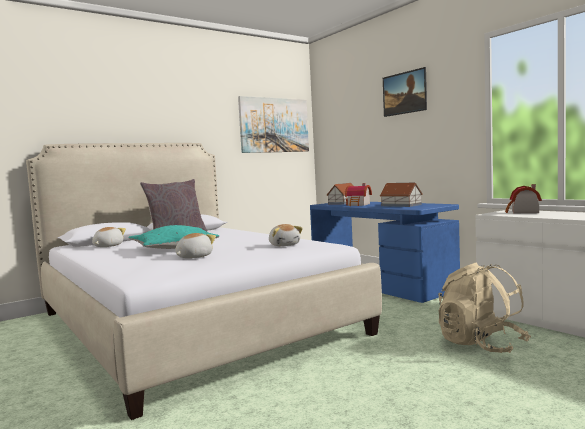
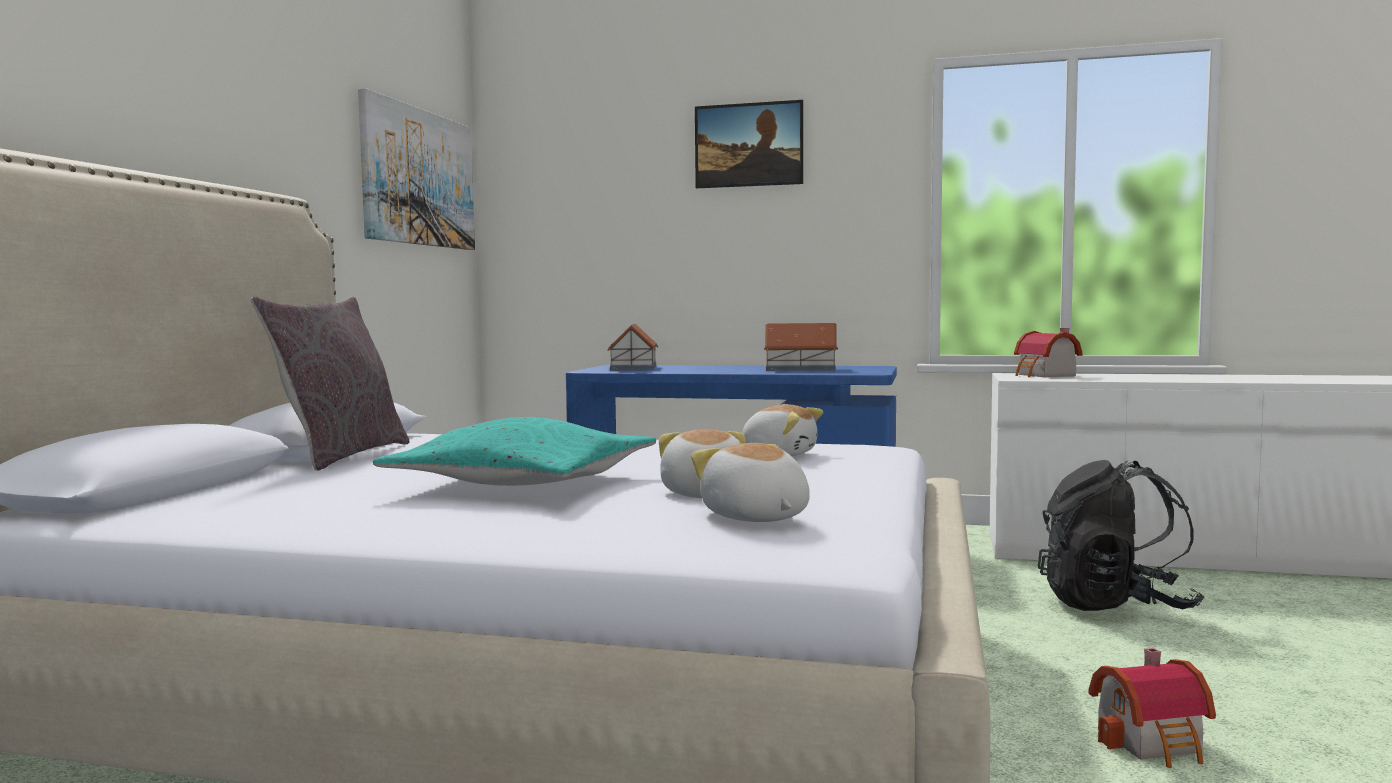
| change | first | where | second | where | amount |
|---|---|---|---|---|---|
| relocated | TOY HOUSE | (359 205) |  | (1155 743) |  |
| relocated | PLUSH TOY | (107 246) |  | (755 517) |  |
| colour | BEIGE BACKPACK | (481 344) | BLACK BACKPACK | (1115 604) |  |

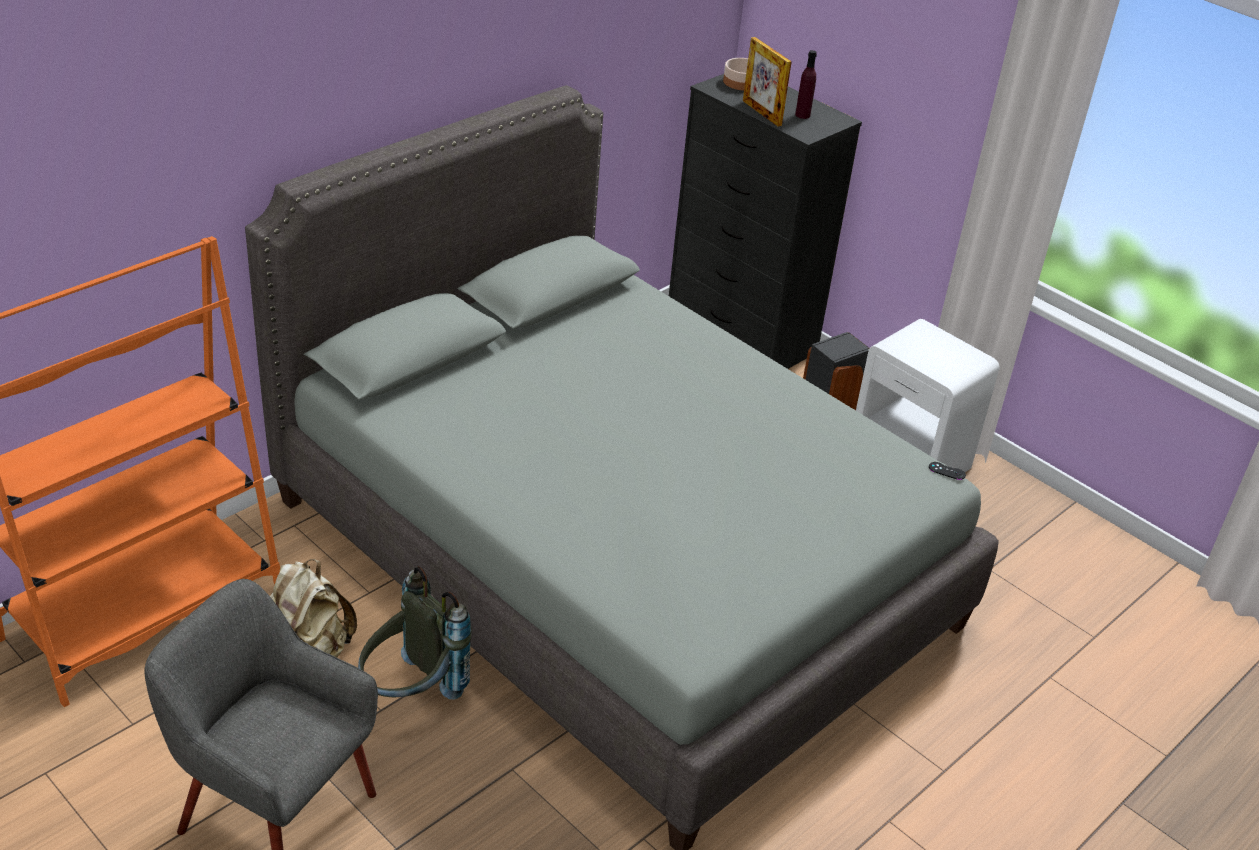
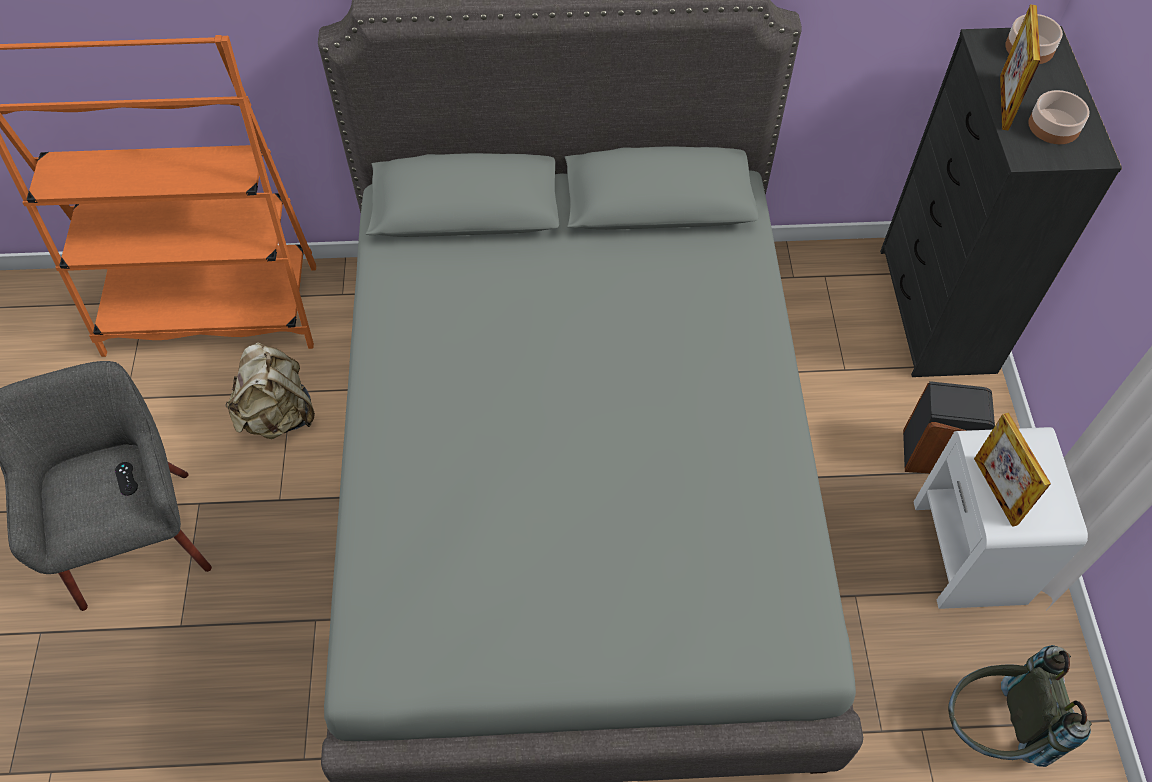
| change | first | where | second | where | amount |
|---|---|---|---|---|---|
| exchanged | PURPLE BOTTLE | (802 115) | BOWL | (1053 126) |  |
| relocated | BLACK GAME CONTROLLER | (947 471) |  | (126 478) |  |
| relocated | GREY BACKPACK | (411 693) |  | (989 728) |  |
| appeared |  |  | PICTURE FRAME | (995 491) |  |

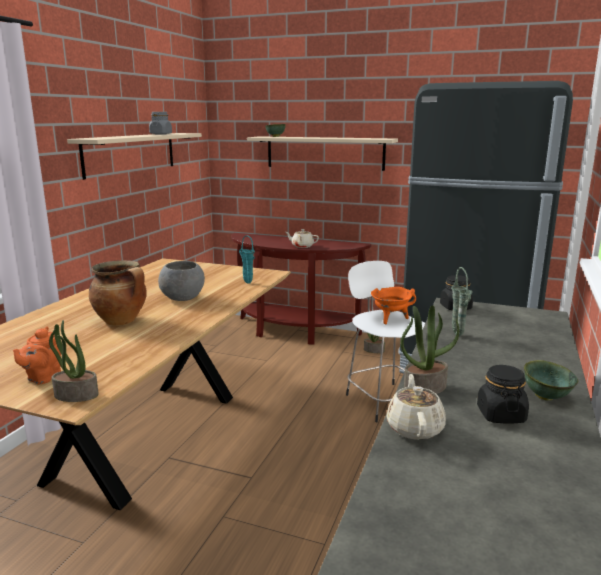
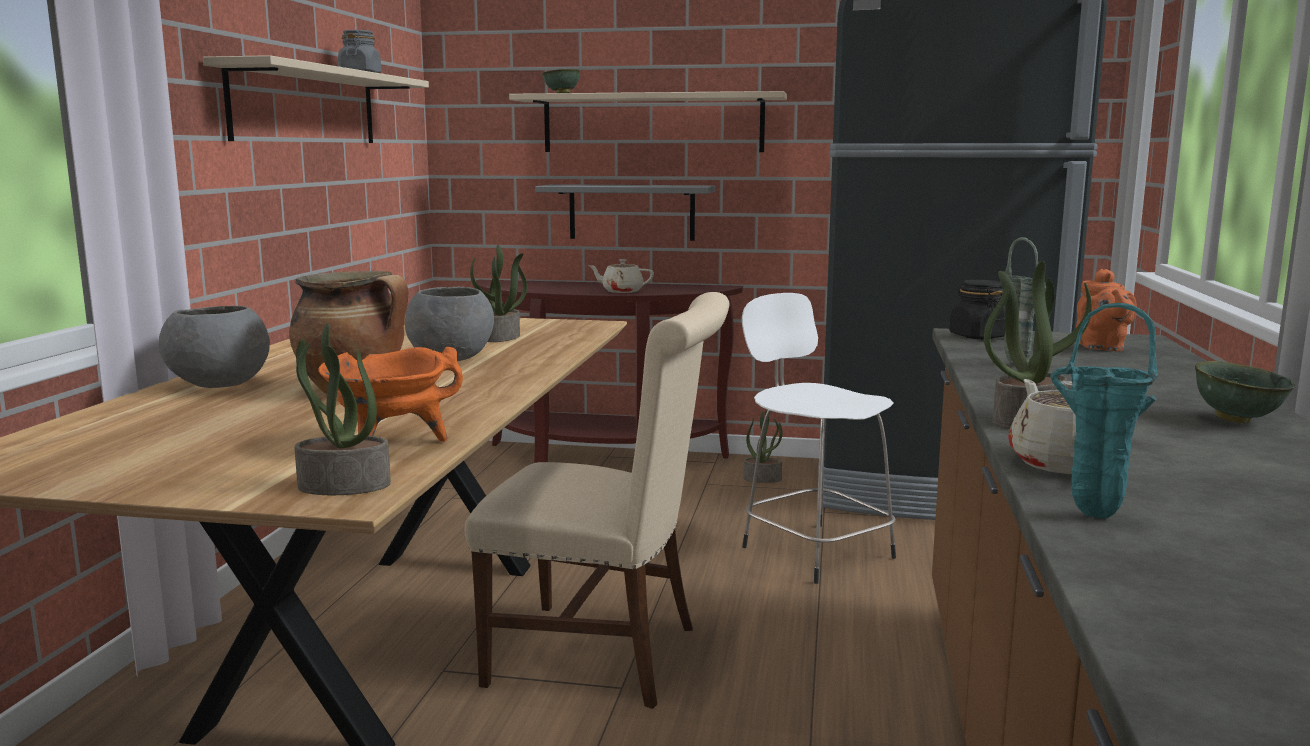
| change | first | where | second | where | amount |
|---|---|---|---|---|---|
| relocated | TURQUOISE VASE | (247 282) |  | (1089 515) |  |
| relocated | ORANGE COOKING POT | (391 319) |  | (391 445) |  |
| relocated | ORANGE TEAPOT | (42 378) |  | (1100 348) |  |
| missing | BLACK JAR | (500 415) |  |  |  |
| appeared |  |  | GREY SHELF | (631 212) |  |
| appeared |  |  | POTTED PLANT | (502 338) |  |
| appeared |  |  | BEIGE CHAIR | (607 655) |  |
| appeared |  |  | GREY BOWL | (219 386) |  |

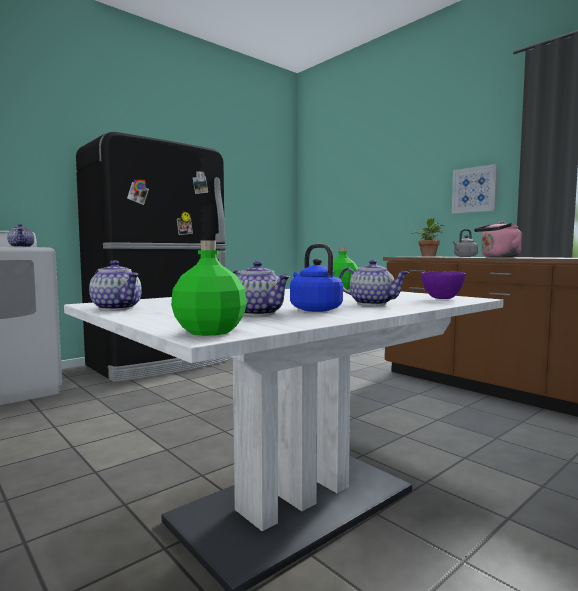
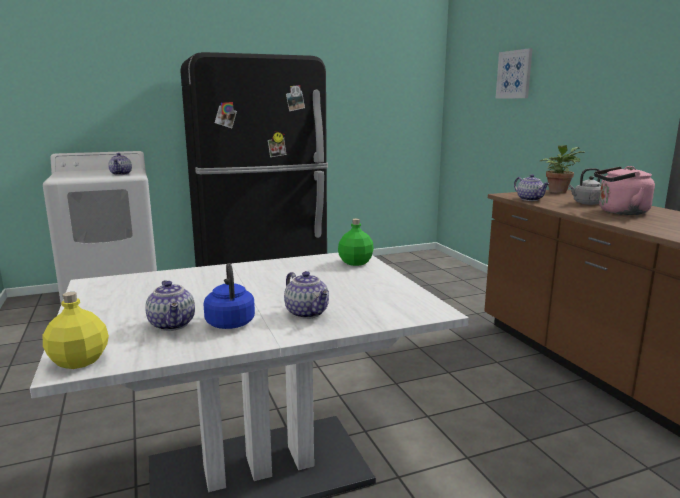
| change | first | where | second | where | amount |
|---|---|---|---|---|---|
| relocated | PICTURE | (474 190) |  | (514 74) |  |
| colour | GREEN BOTTLE | (208 332) | YELLOW BOTTLE | (78 361) |  |
| relocated | TEAPOT | (118 308) |  | (530 199) |  |
| missing | PURPLE BOWL | (443 298) |  |  |  |

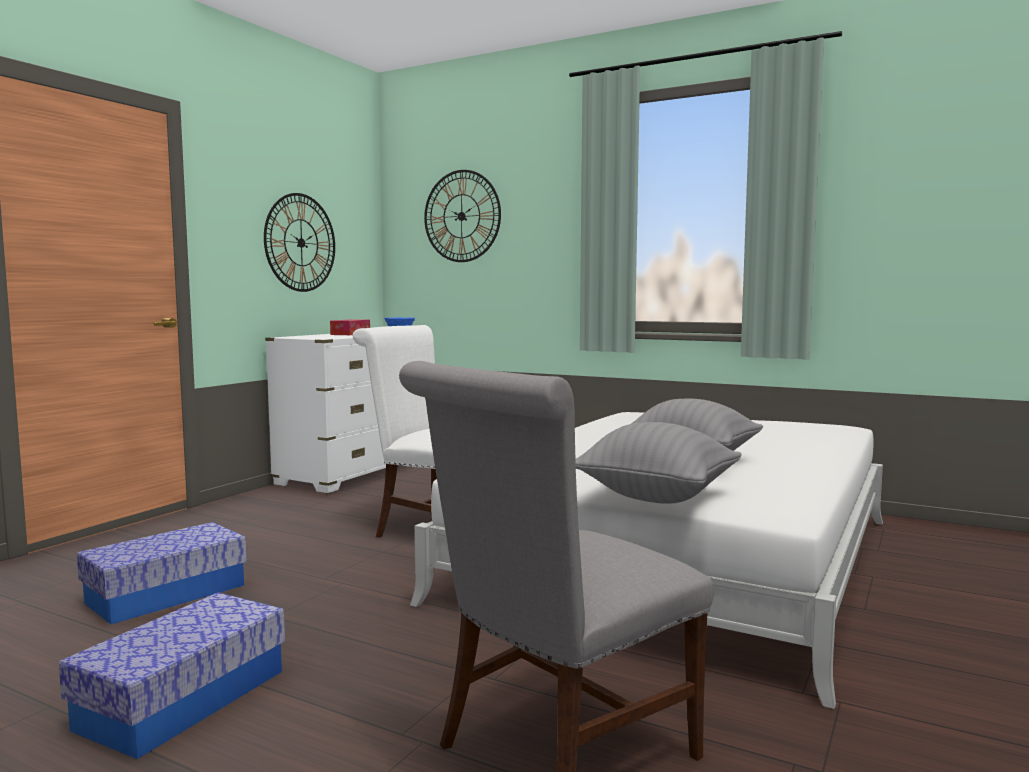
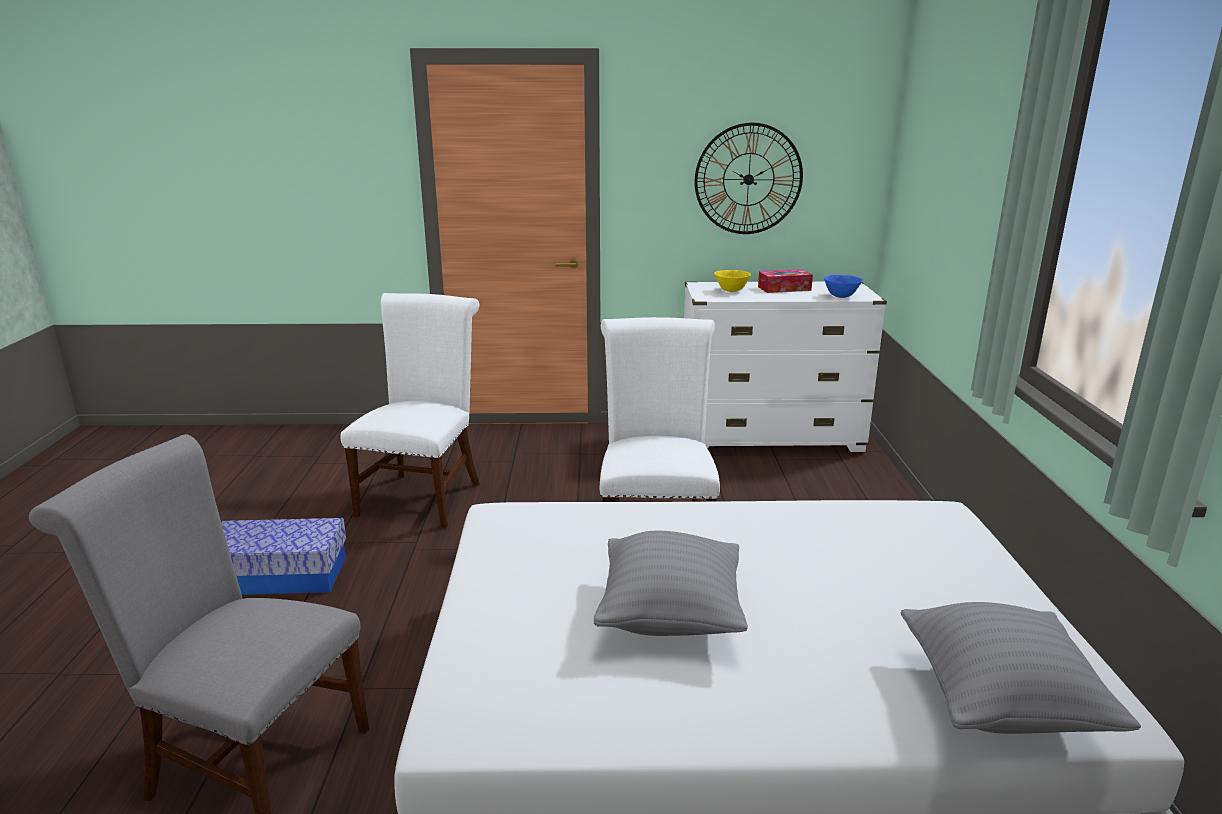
| change | first | where | second | where | amount |
|---|---|---|---|---|---|
| missing | WALL CLOCK | (461 216) |  |  |  |
| relocated | GREY PILLOW | (656 496) |  | (1000 703) |  |
| exchanged | STORAGE BOX | (166 594) | WHITE CHAIR | (423 496) |  |
| appeared |  |  | YELLOW BOWL | (731 291) |  |

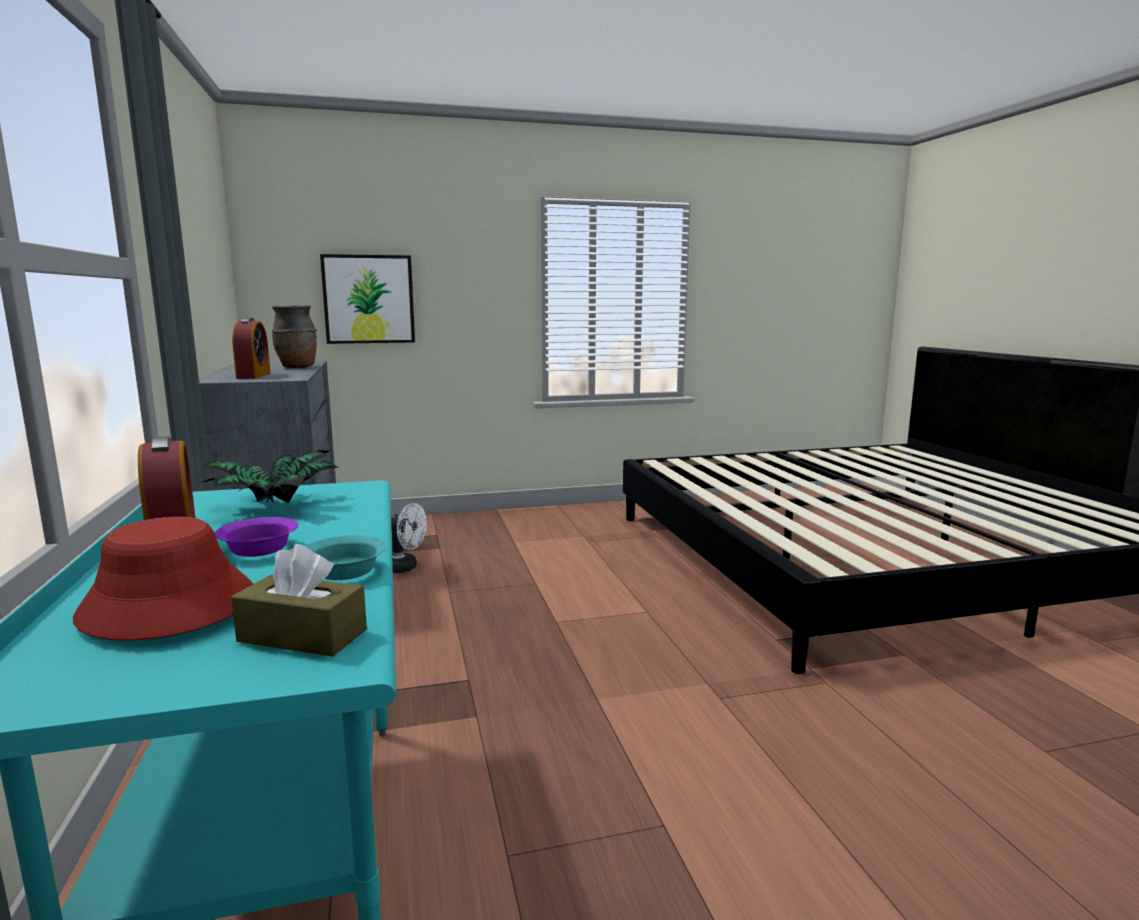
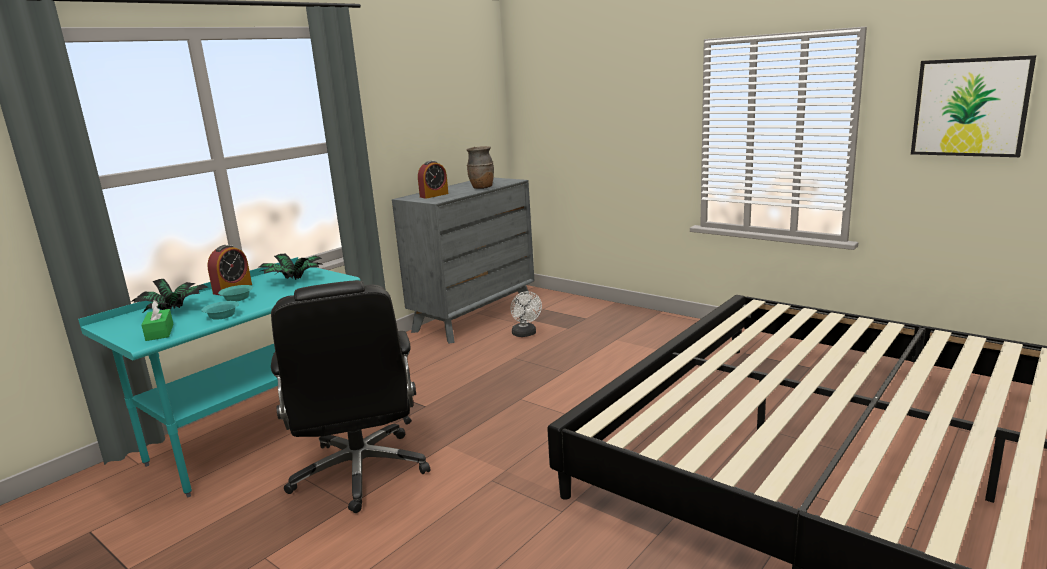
| change | first | where | second | where | amount |
|---|---|---|---|---|---|
| relocated | PICTURE | (369 299) |  | (970 107) |  |
| exchanged | RED HAT | (167 606) | POTTED PLANT | (175 311) |  |
| colour | PURPLE BOWL | (257 550) | TURQUOISE BOWL | (236 299) |  |
| colour | BROWN TISSUE BOX | (302 635) | GREEN TISSUE BOX | (160 332) |  |
| appeared |  |  | BLACK OFFICE CHAIR | (360 473) |  |

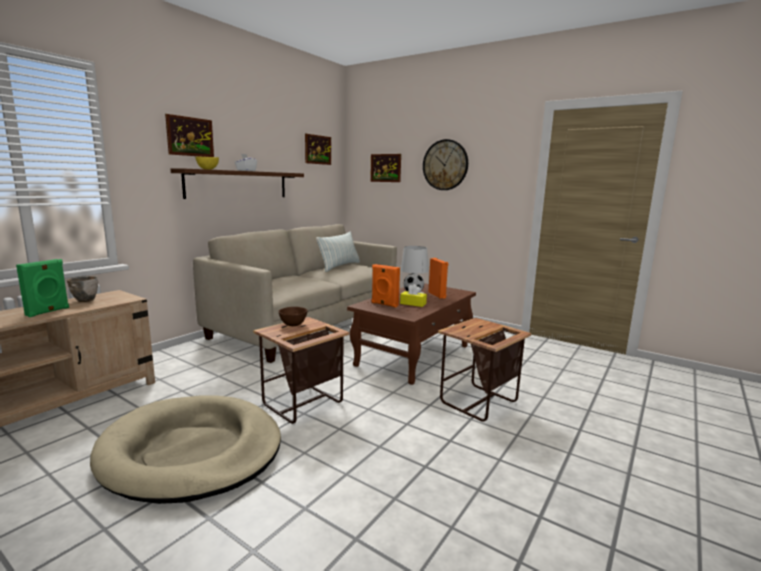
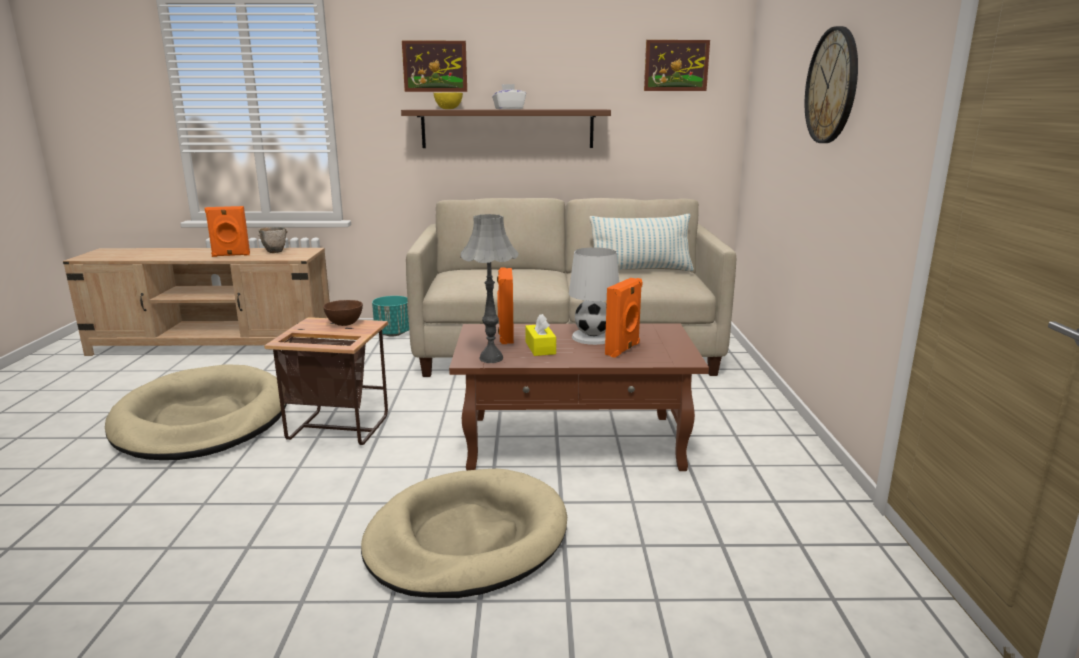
| change | first | where | second | where | amount |
|---|---|---|---|---|---|
| missing | PICTURE | (385 168) |  |  |  |
| colour | GREEN SPEAKER | (48 312) | ORANGE SPEAKER | (231 255) |  |
| exchanged | SIDE TABLE | (477 403) | BEIGE DOG BED | (466 538) |  |
| appeared |  |  | GREY TABLE LAMP | (491 358) |  |
| appeared |  |  | TURQUOISE PLANTER | (393 333) |  |

